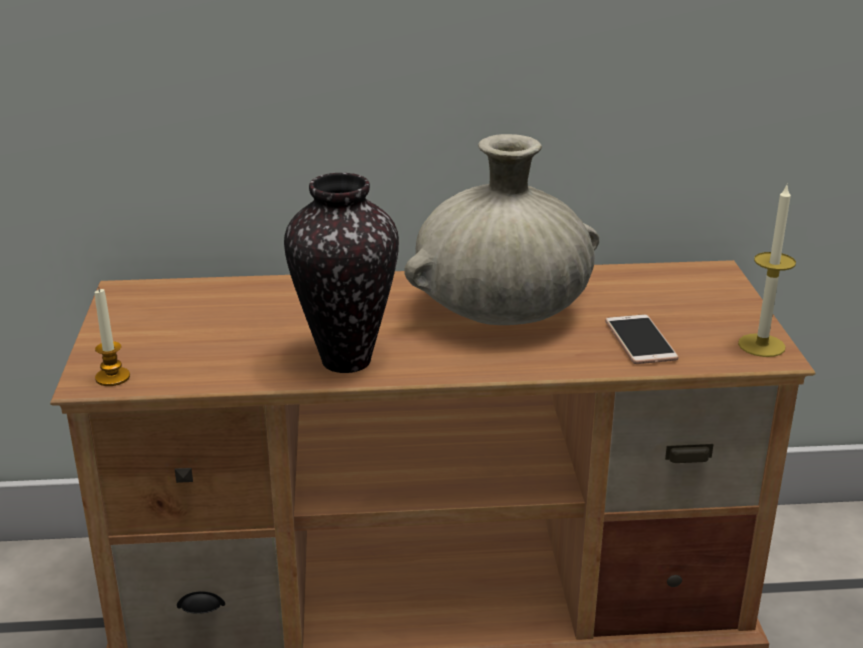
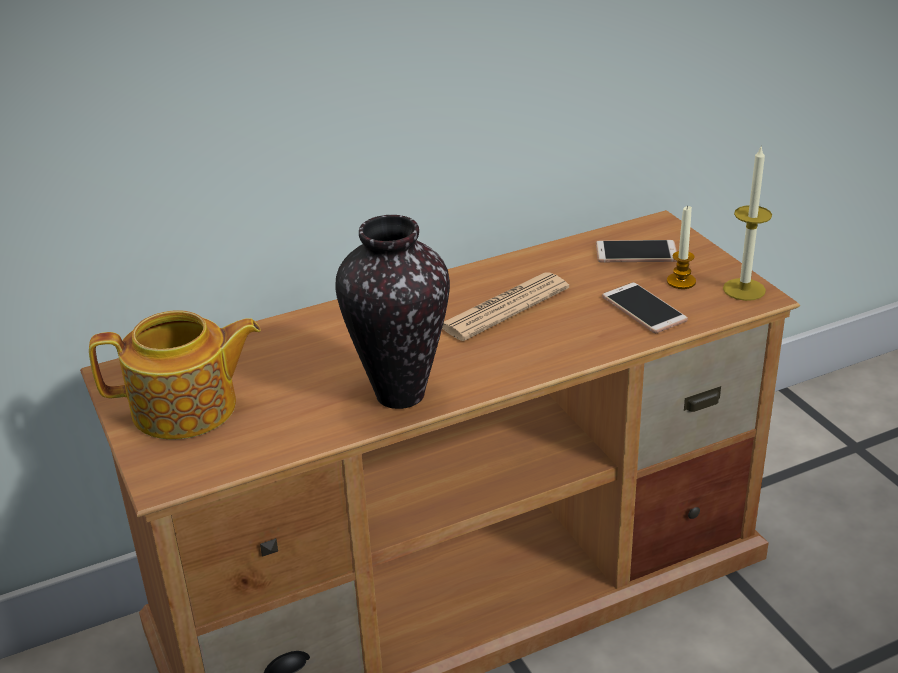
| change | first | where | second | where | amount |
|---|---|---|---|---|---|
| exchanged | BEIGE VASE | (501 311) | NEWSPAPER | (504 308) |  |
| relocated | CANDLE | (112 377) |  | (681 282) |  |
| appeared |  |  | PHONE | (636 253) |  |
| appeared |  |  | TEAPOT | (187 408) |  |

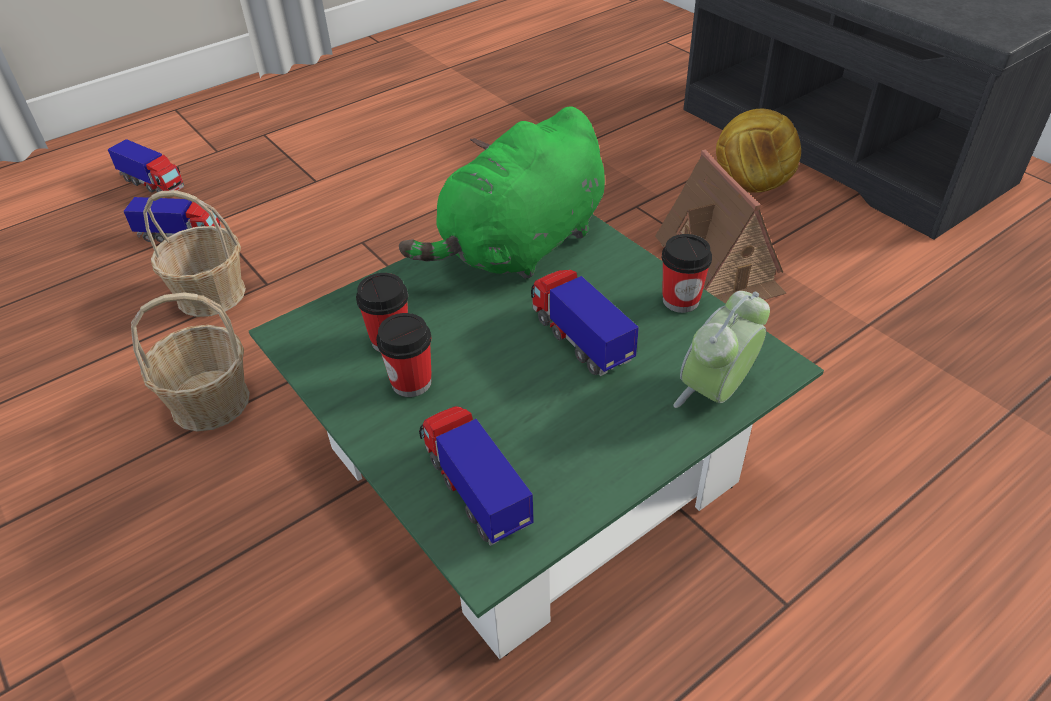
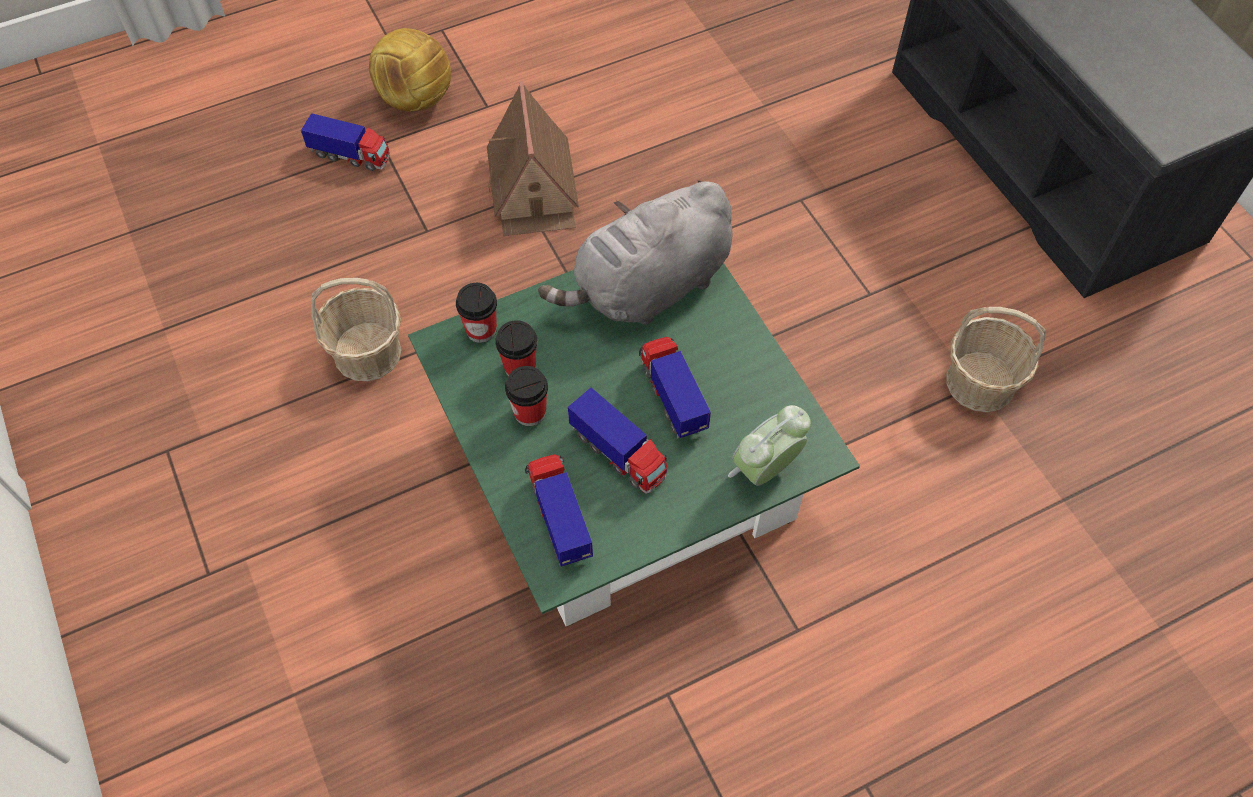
| change | first | where | second | where | amount |
|---|---|---|---|---|---|
| colour | GREEN PLUSH TOY | (520 247) | GREY PLUSH TOY | (648 288) |  |
| relocated | FOOTBALL | (750 185) |  | (415 98) |  |
| relocated | TOY TRUCK | (153 184) |  | (619 455) |  |
| relocated | TOY HOUSE | (719 267) |  | (533 189) |  |
| relocated | BASKET | (211 295) |  | (980 383) |  |
| relocated | CUP | (680 300) |  | (481 330) |  |

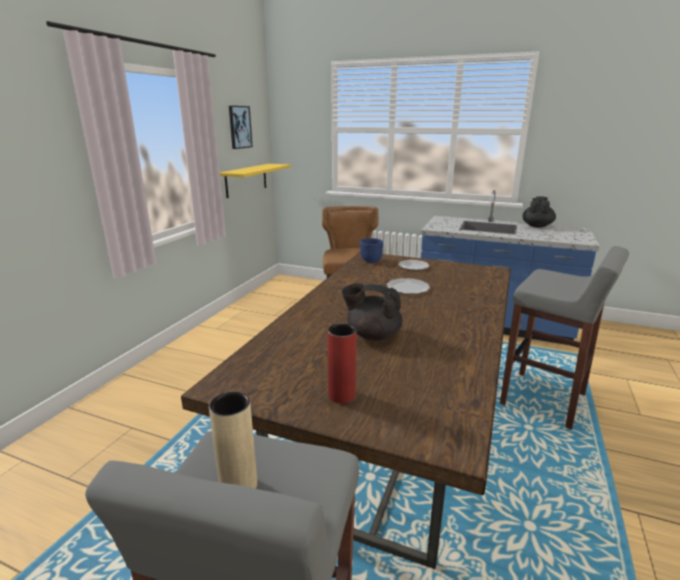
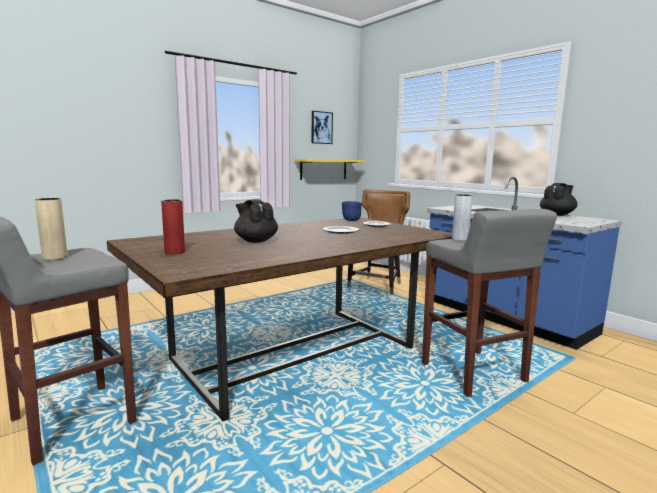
| change | first | where | second | where | amount |
|---|---|---|---|---|---|
| appeared |  |  | GREY VASE | (460 239) |  |

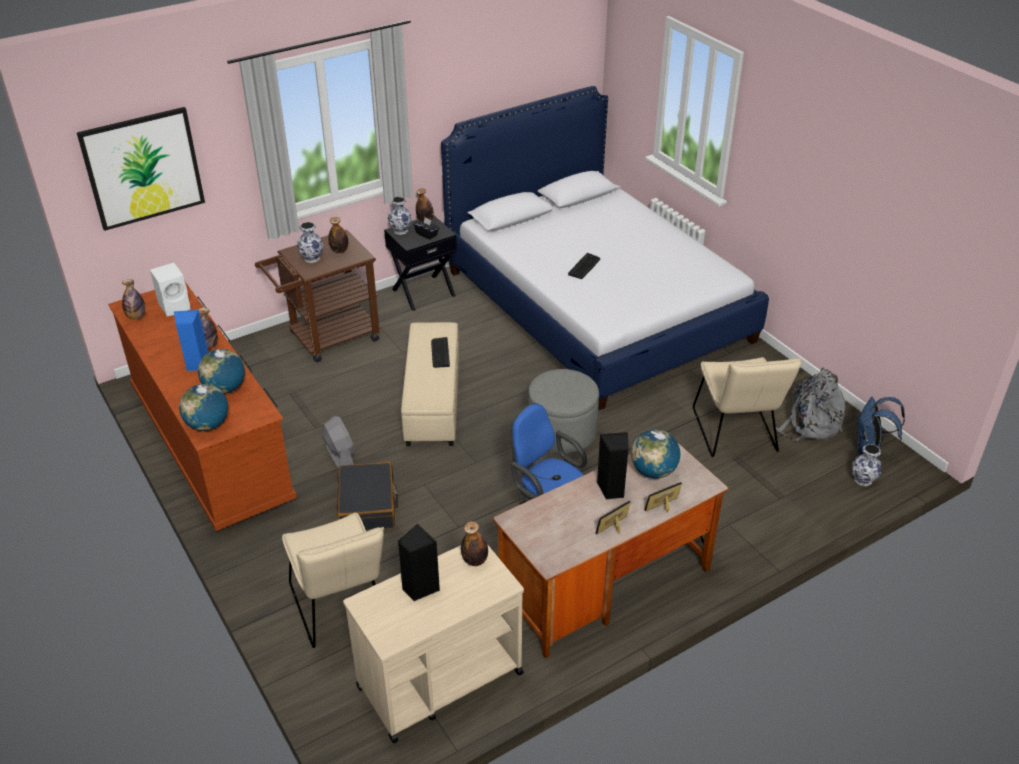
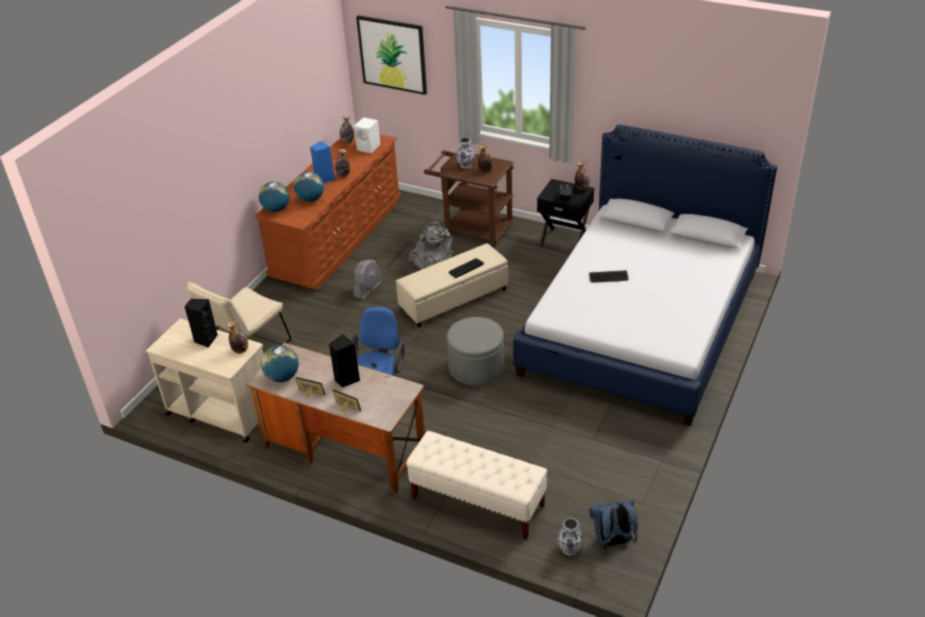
| change | first | where | second | where | amount |
|---|---|---|---|---|---|
| missing | VASE | (401 230) |  |  |  |
| missing | BEIGE CHAIR | (736 434) |  |  |  |
| relocated | GREY BACKPACK | (810 424) |  | (432 261) |  |
| relocated | GLOBE | (653 471) |  | (282 377) |  |
| missing | BLACK SUITCASE | (368 505) |  |  |  |
| appeared |  |  | BEIGE BENCH | (477 503) |  |

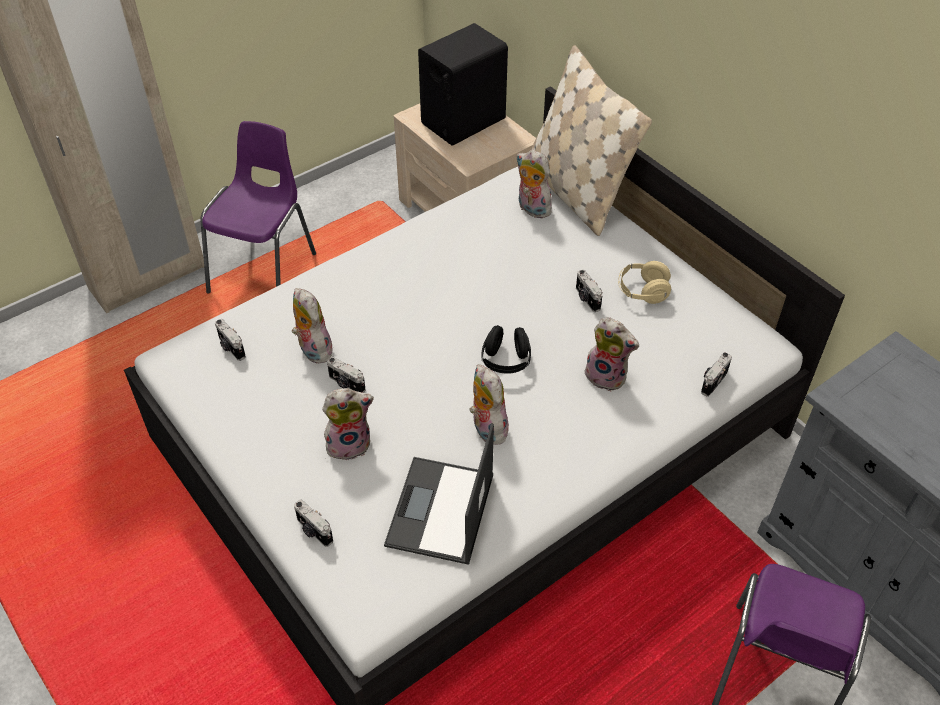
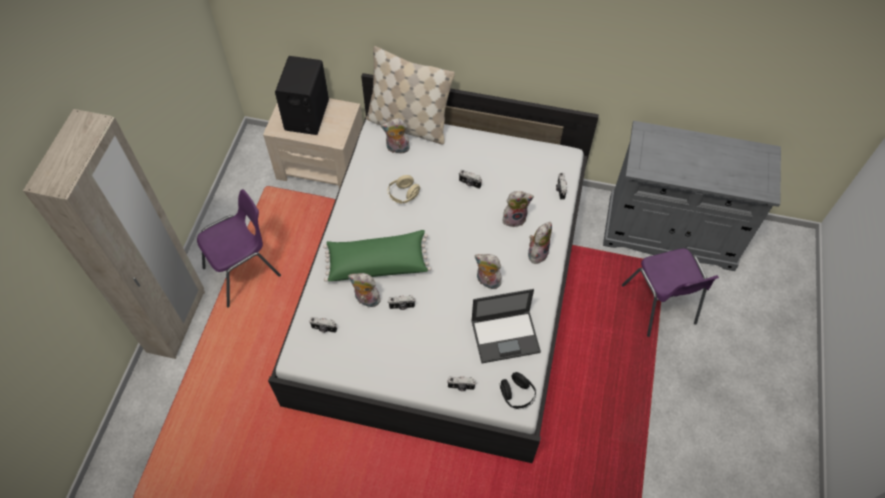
| change | first | where | second | where | amount |
|---|---|---|---|---|---|
| spun | PURPLE CHAIR | (265 272) |  | (244 272) | 75 degrees clockwise |
| relocated | BEIGE HEADPHONES | (642 292) |  | (403 195) |  |
| relocated | BLACK HEADPHONES | (506 361) |  | (517 395) |  |
| relocated | PLUSH TOY | (349 443) |  | (537 252) |  |
| spun | LAPTOP | (440 512) |  | (506 336) | 75 degrees counterclockwise |
| appeared |  |  | GREEN PILLOW | (377 262) |  |

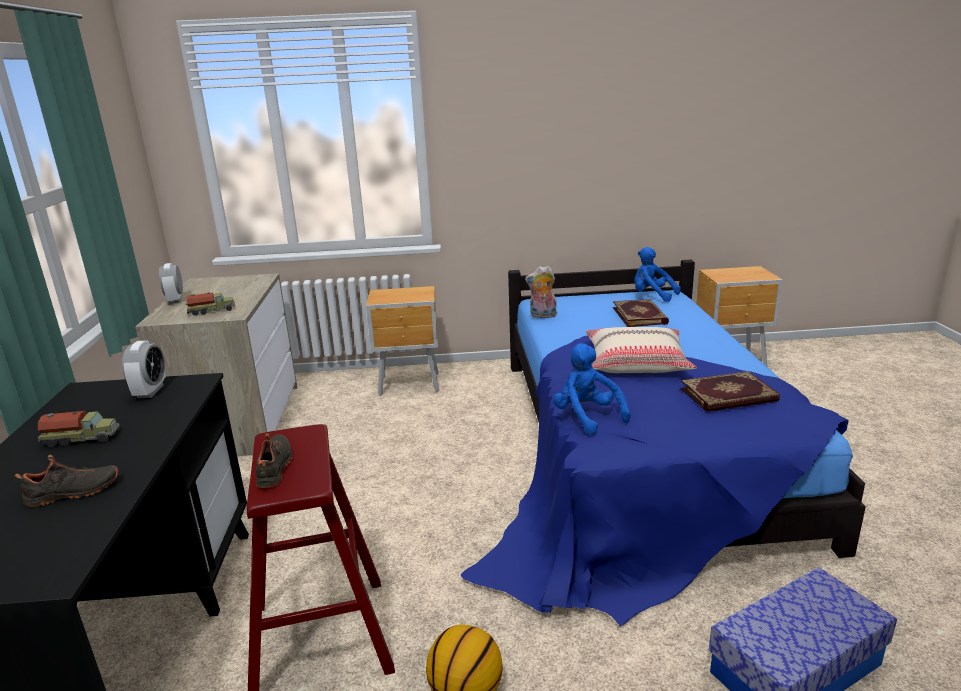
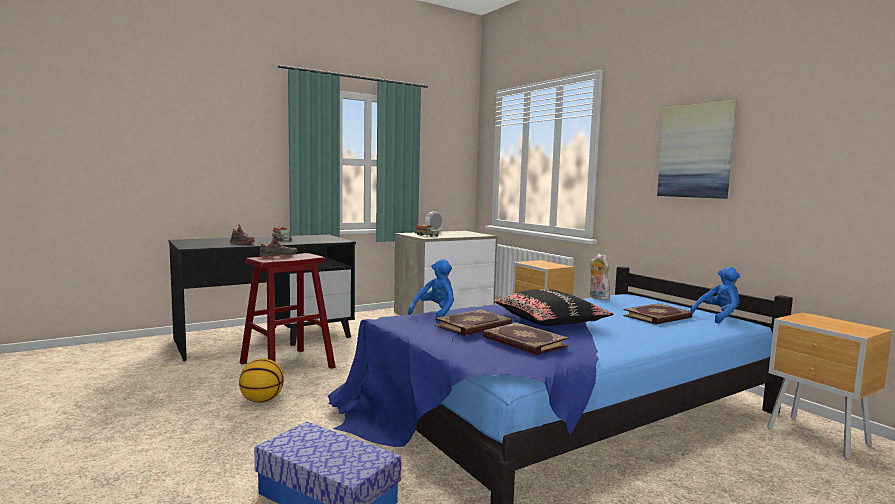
| change | first | where | second | where | amount |
|---|---|---|---|---|---|
| spun | BLUE PLUSH TOY | (652 296) |  | (718 317) | 60 degrees clockwise |
| colour | BEIGE PILLOW | (636 362) | BLACK PILLOW | (550 320) |  |
| missing | ALARM CLOCK | (150 391) |  |  |  |
| appeared |  |  | PICTURE | (696 151) |  |
| appeared |  |  | BOOK | (474 326) |  |

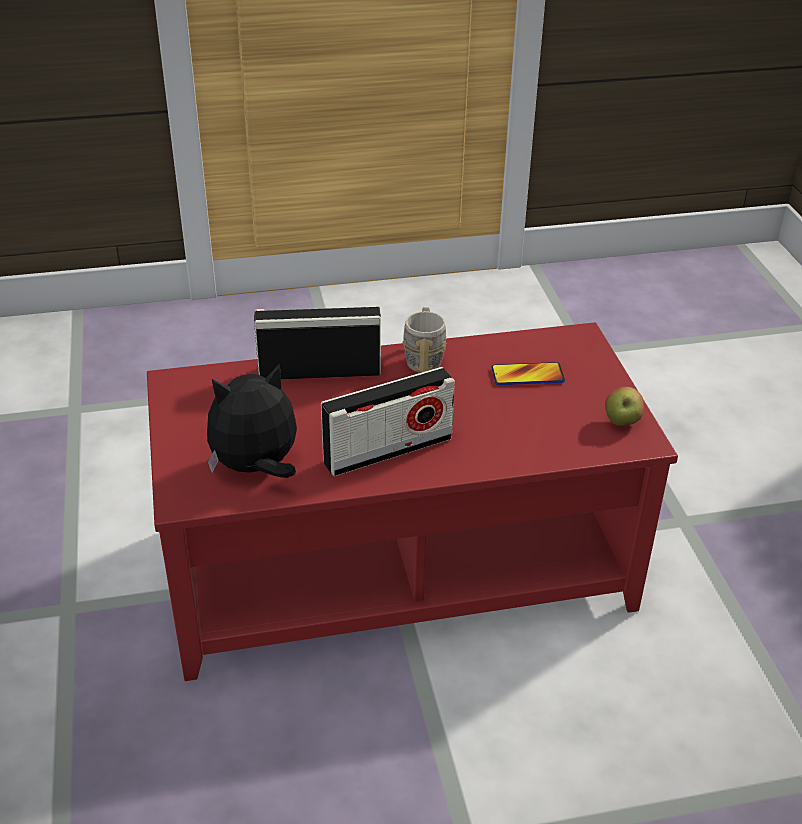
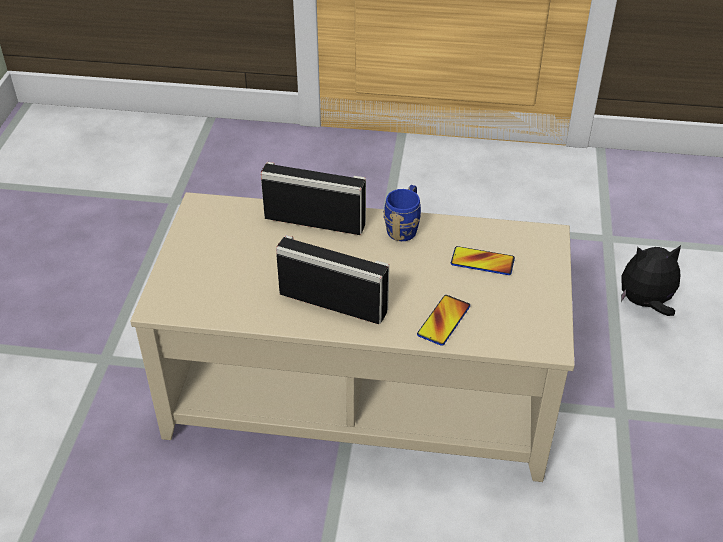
| change | first | where | second | where | amount |
|---|---|---|---|---|---|
| colour | GREY MUG | (424 358) | BLUE MUG | (404 227) |  |
| colour | RED COFFEE TABLE | (398 569) | BEIGE COFFEE TABLE | (360 393) |  |
| relocated | PLUSH TOY | (256 468) |  | (645 303) |  |
| spun | RADIO | (388 450) |  | (333 302) | 150 degrees counterclockwise |
| missing | APPLE | (621 422) |  |  |  |
| appeared |  |  | PHONE | (443 321) |  |

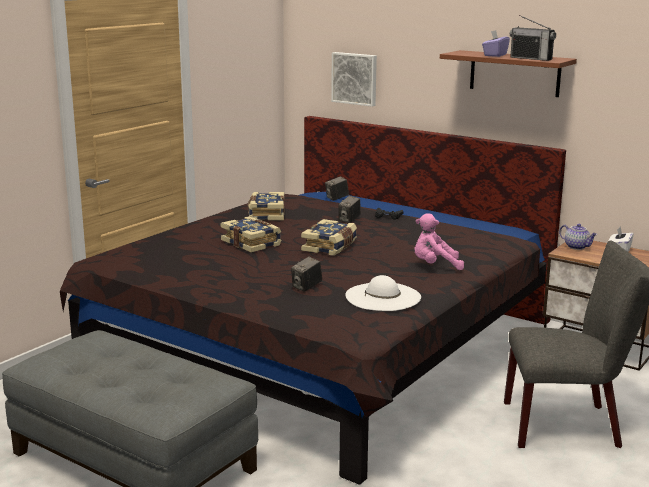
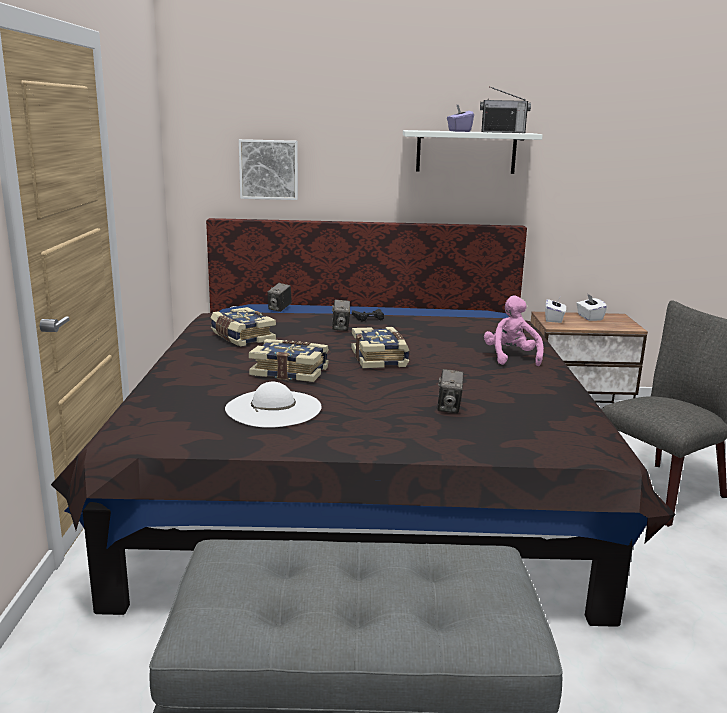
| change | first | where | second | where | amount |
|---|---|---|---|---|---|
| colour | BROWN SHELF | (514 73) | WHITE SHELF | (466 152) |  |
| spun | PINK PLUSH TOY | (435 266) |  | (511 357) | 120 degrees clockwise |
| exchanged | TEAPOT | (577 247) | WHITE TISSUE BOX | (554 319) |  |
| relocated | WHITE HAT | (383 296) |  | (273 408) |  |

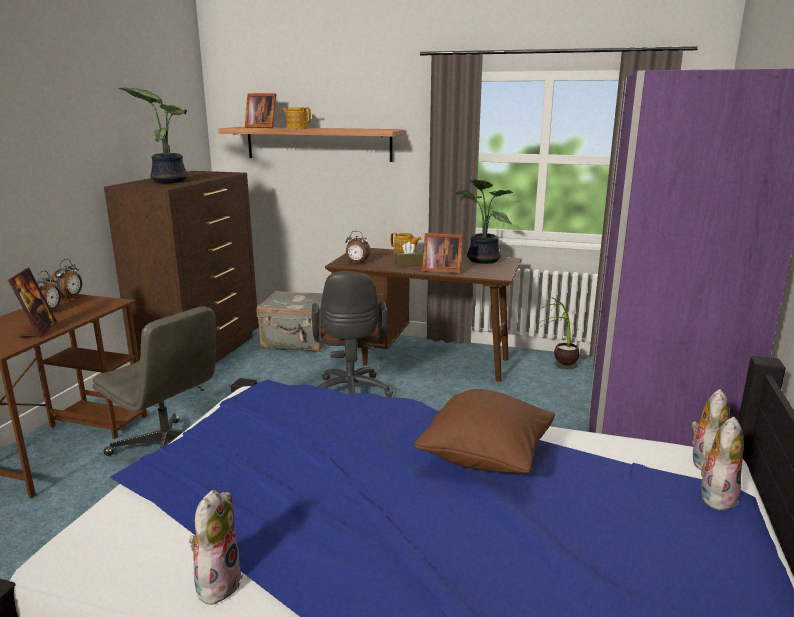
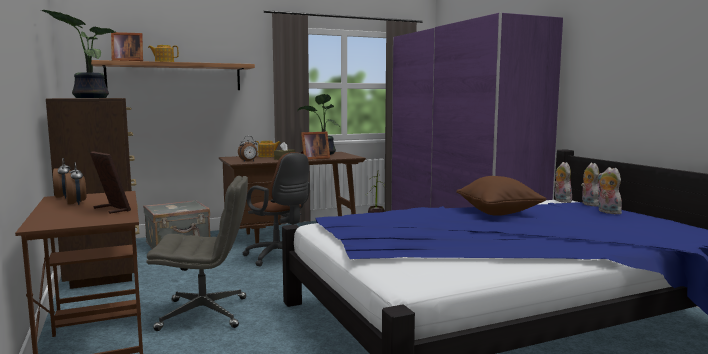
| change | first | where | second | where | amount |
|---|---|---|---|---|---|
| relocated | PLUSH TOY | (217 582) |  | (607 212) |  |

